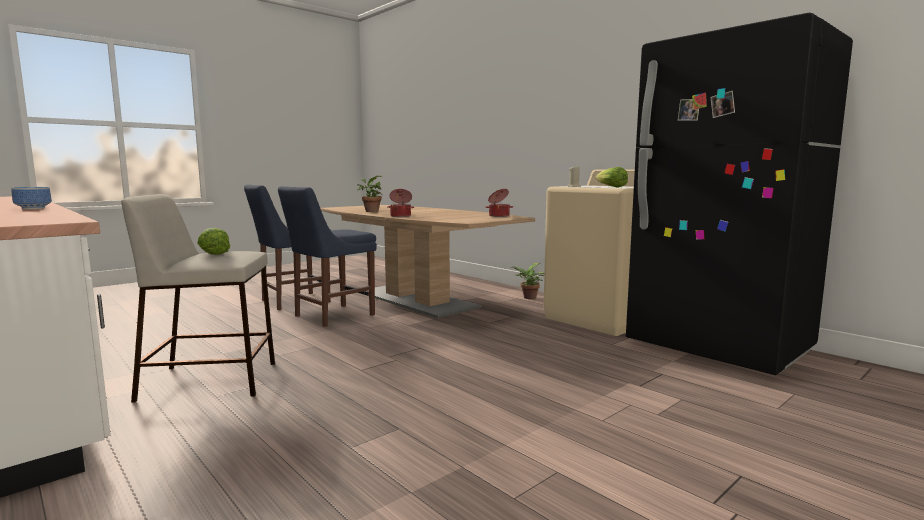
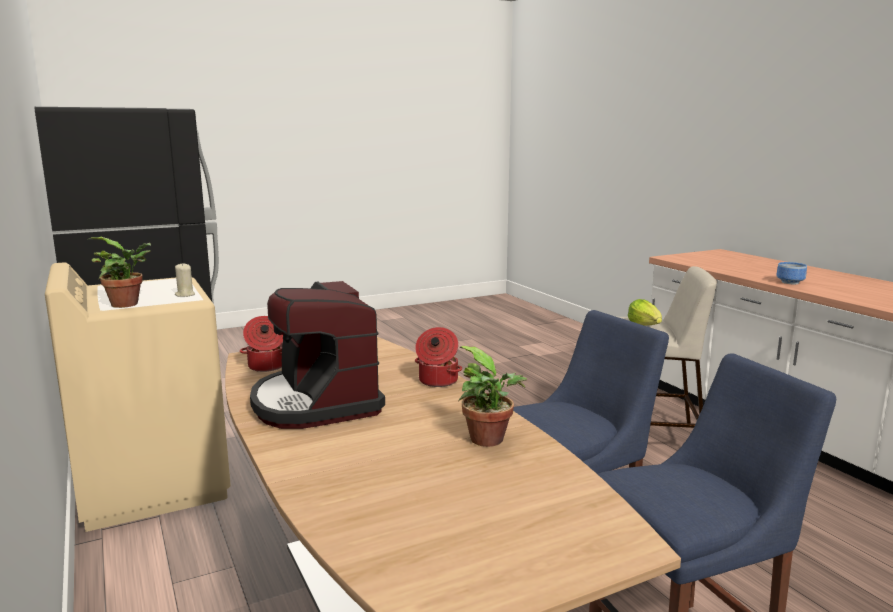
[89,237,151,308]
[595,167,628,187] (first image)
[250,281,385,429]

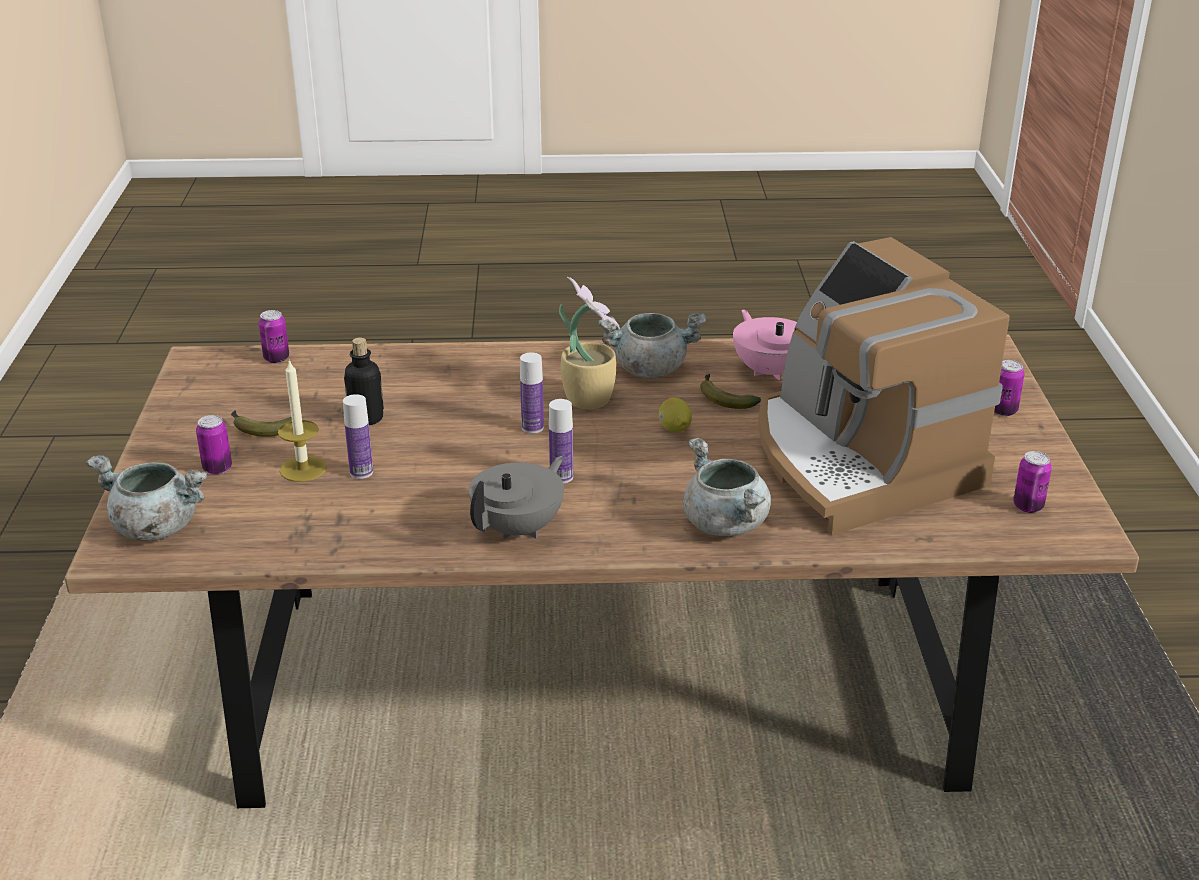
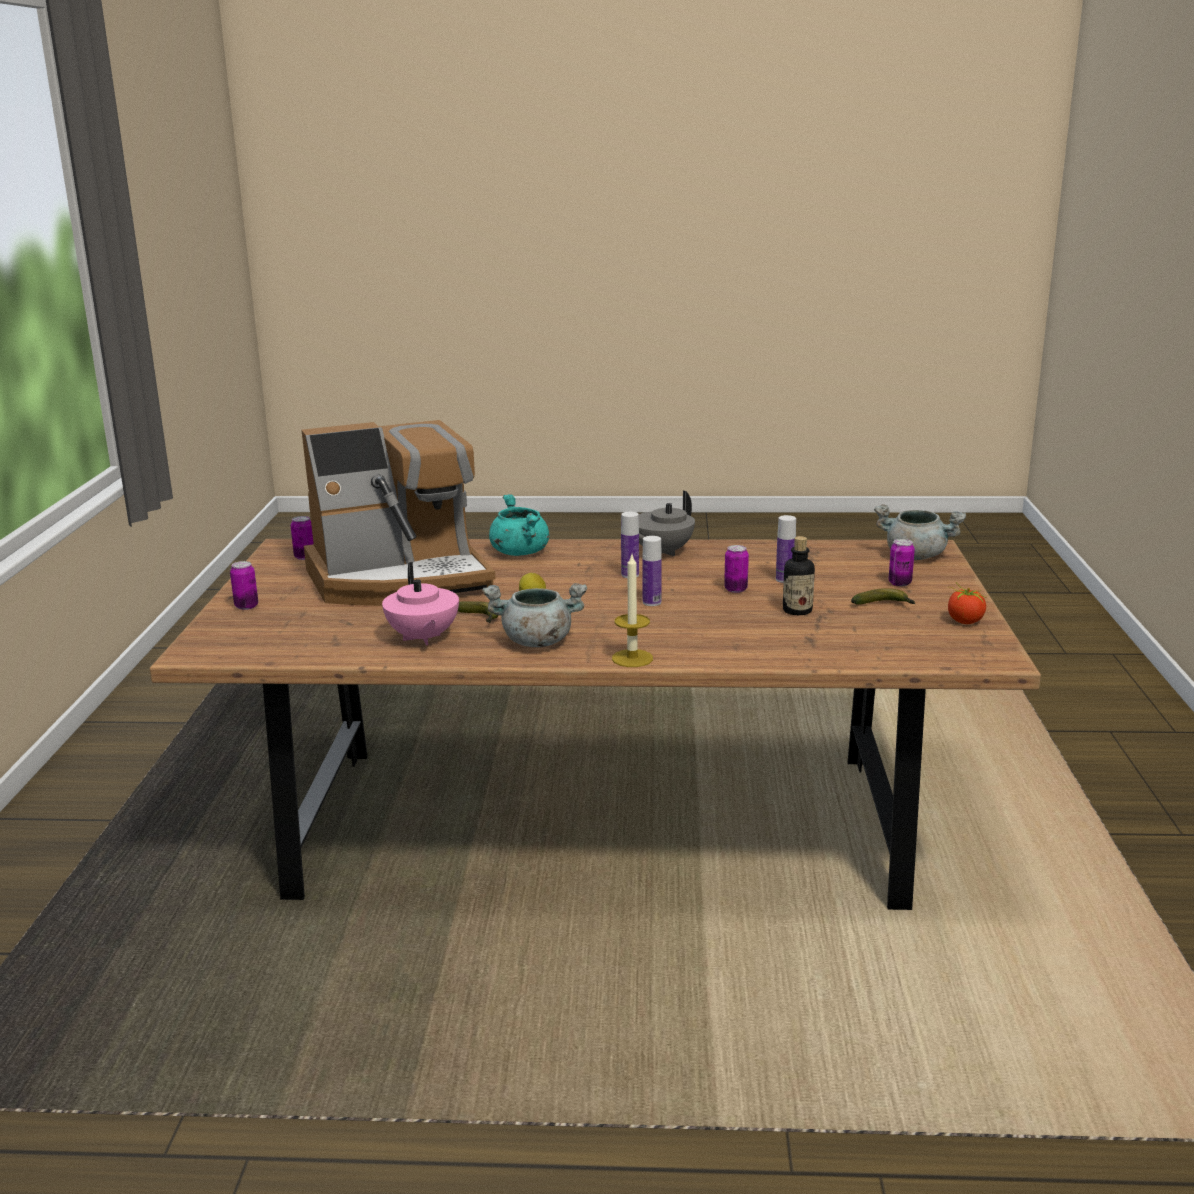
[724,545,749,593]
[612,555,653,667]
[559,277,620,410] (first image)
[489,494,549,556]
[301,420,495,606]
[948,582,988,624]

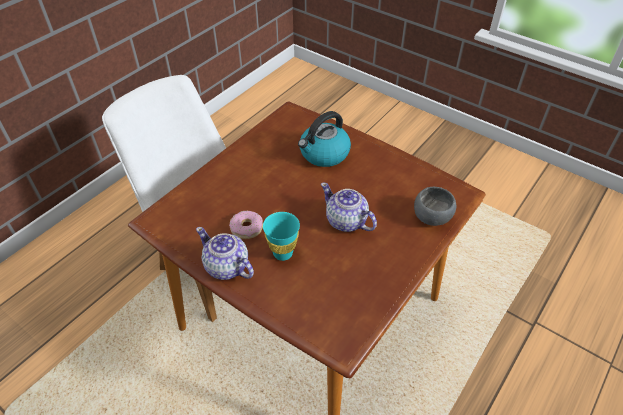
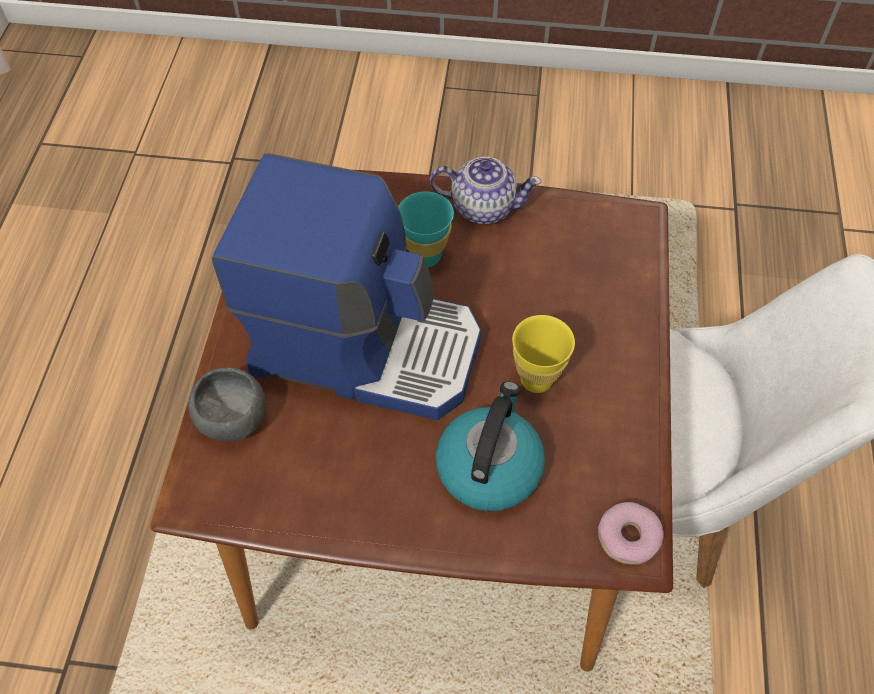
[598,502,664,565]
[212,153,481,420]
[512,315,575,393]

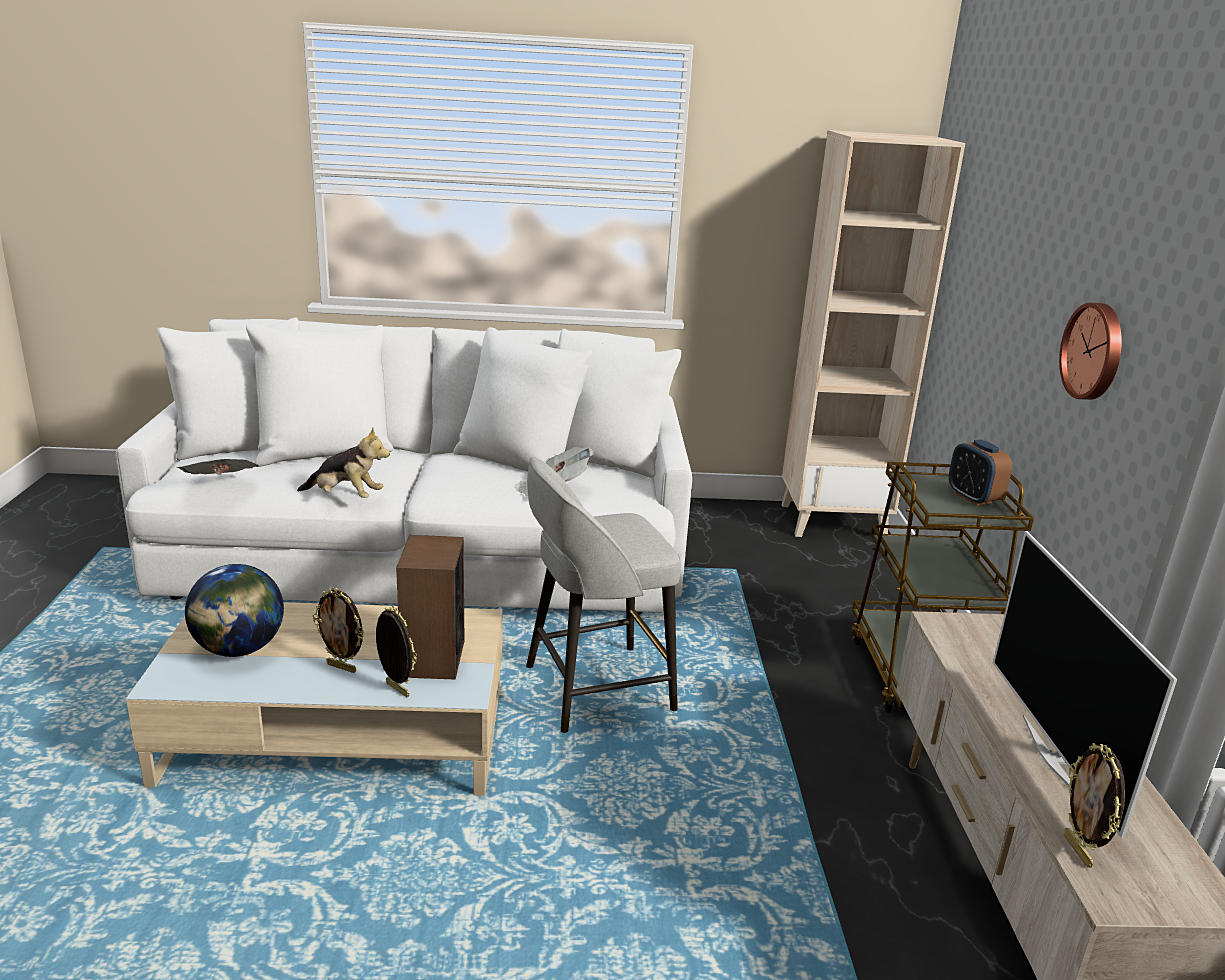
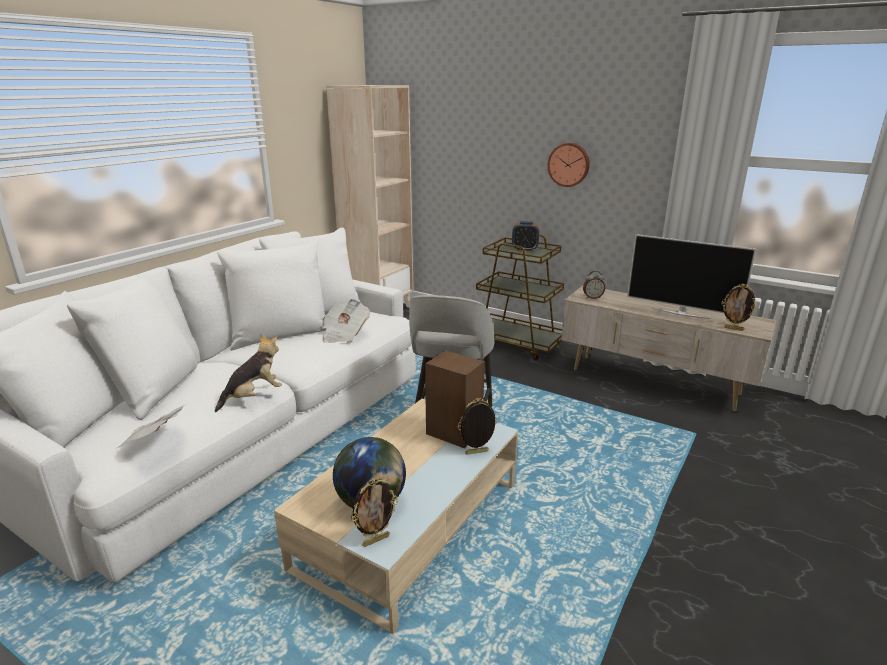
[351,478,398,547]
[583,271,605,299]

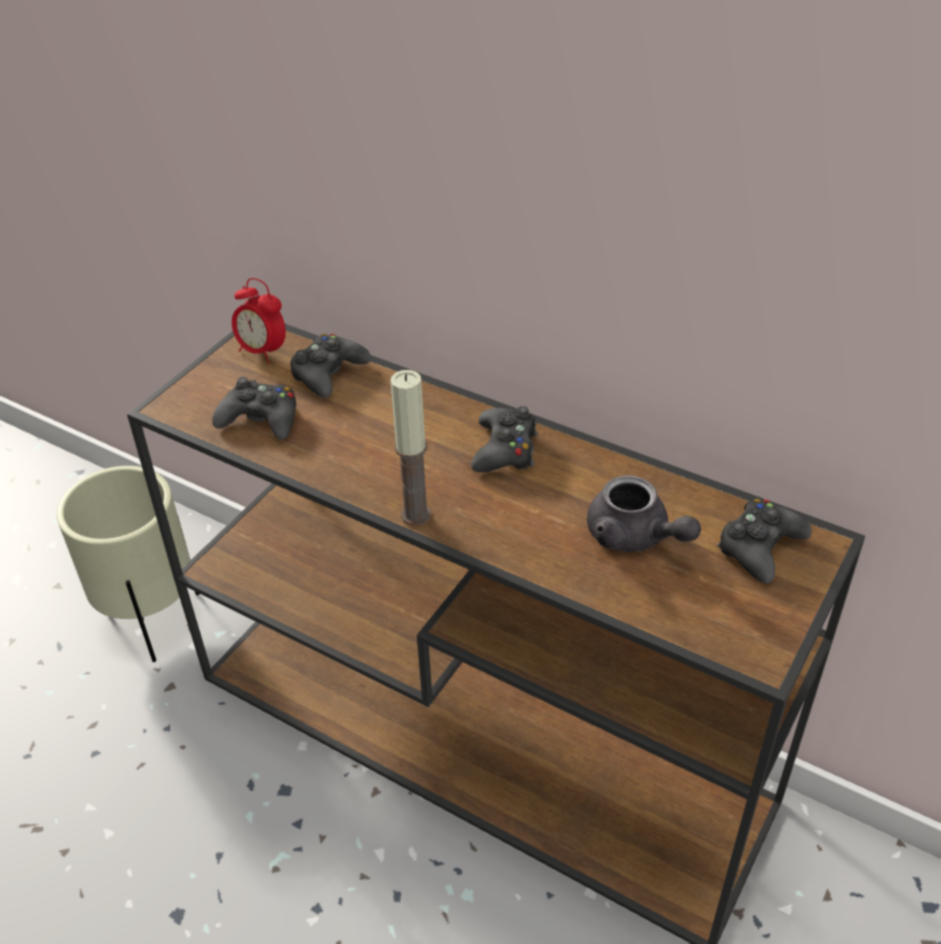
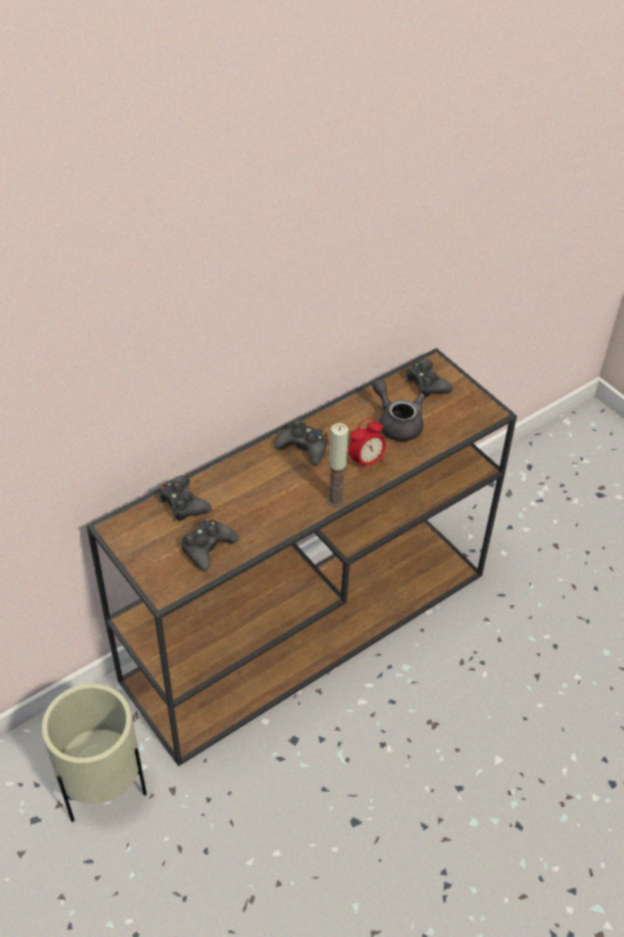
[349,418,386,472]
[373,379,425,441]

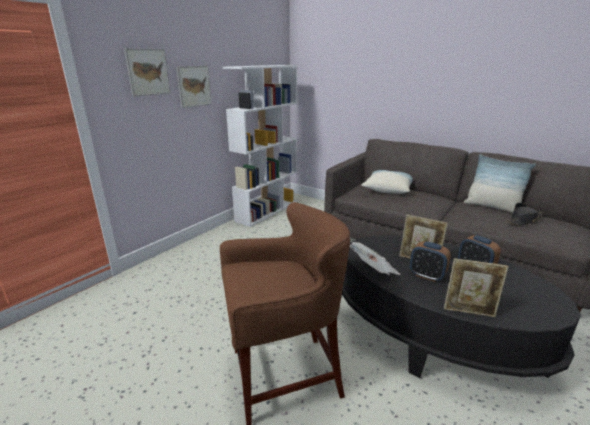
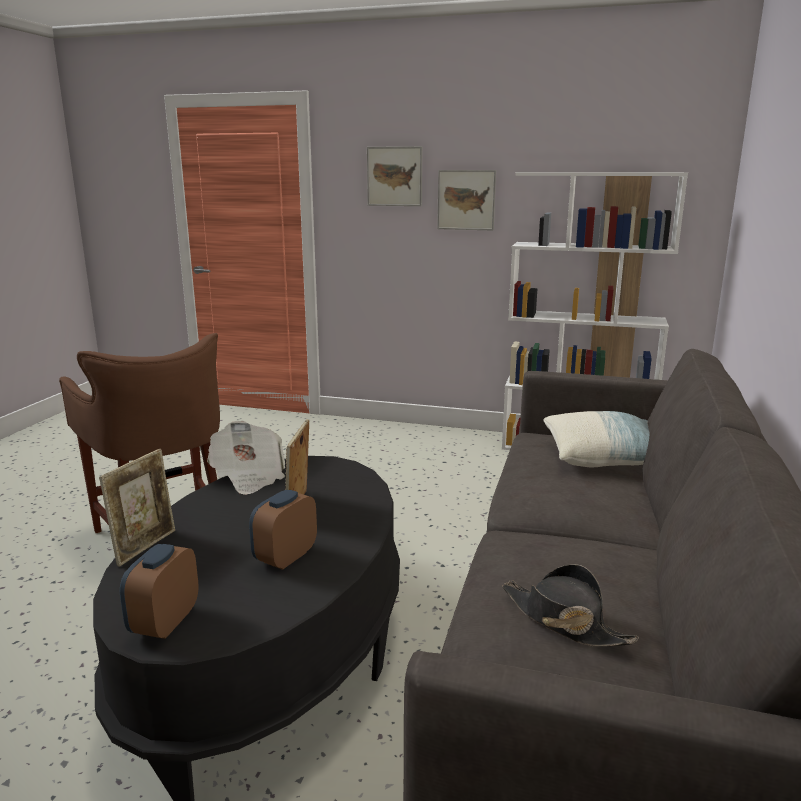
[120,544,199,639]
[99,449,175,567]
[464,154,536,213] (first image)

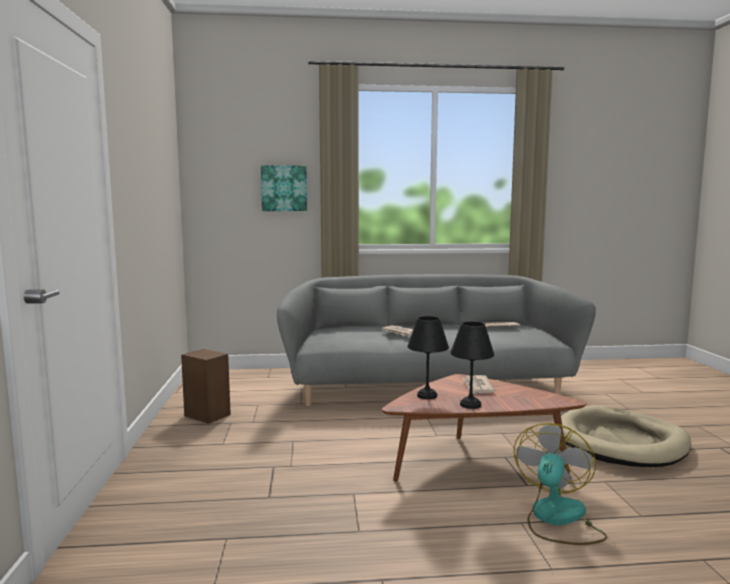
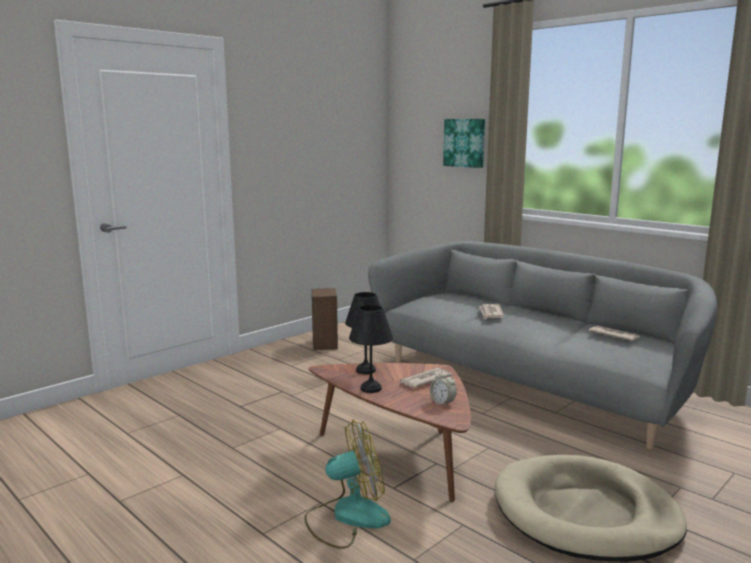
[430,370,457,406]

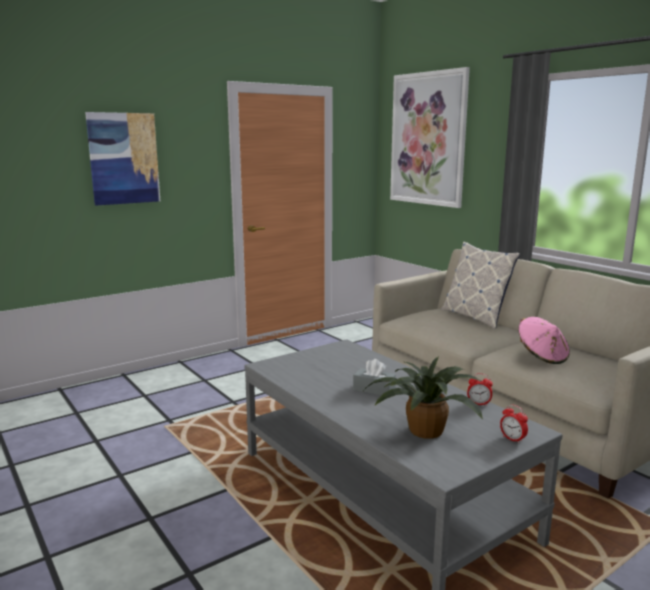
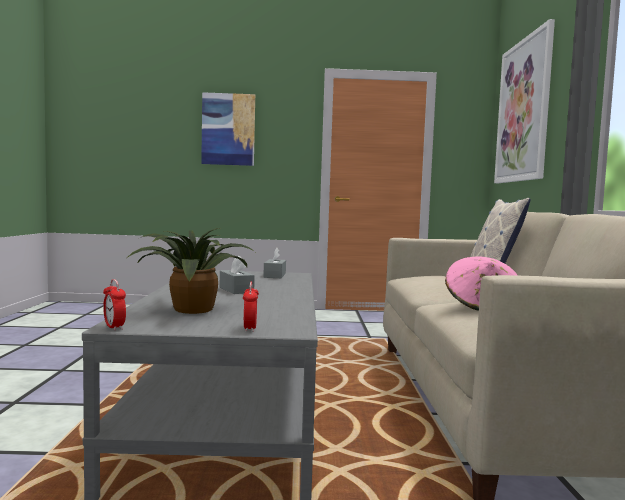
[103,279,126,331]
[263,248,286,278]

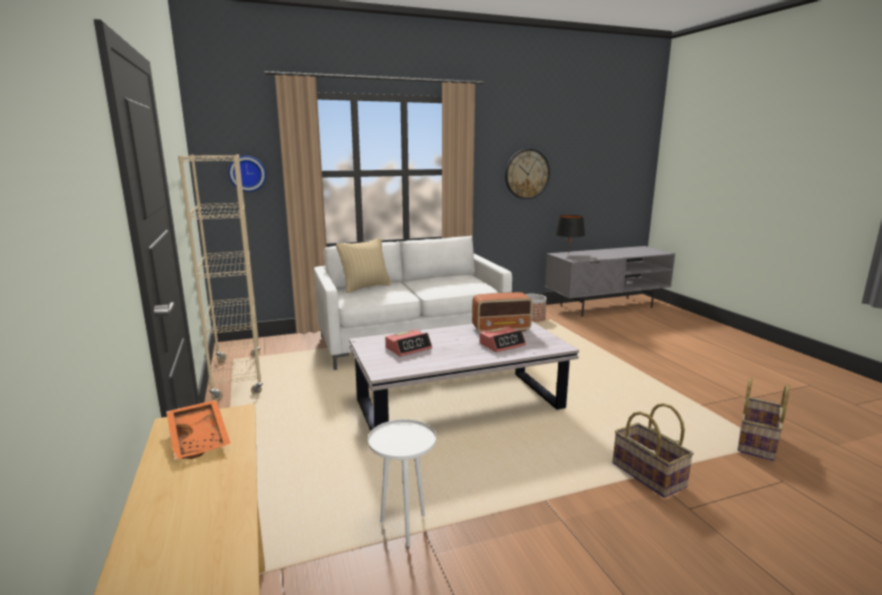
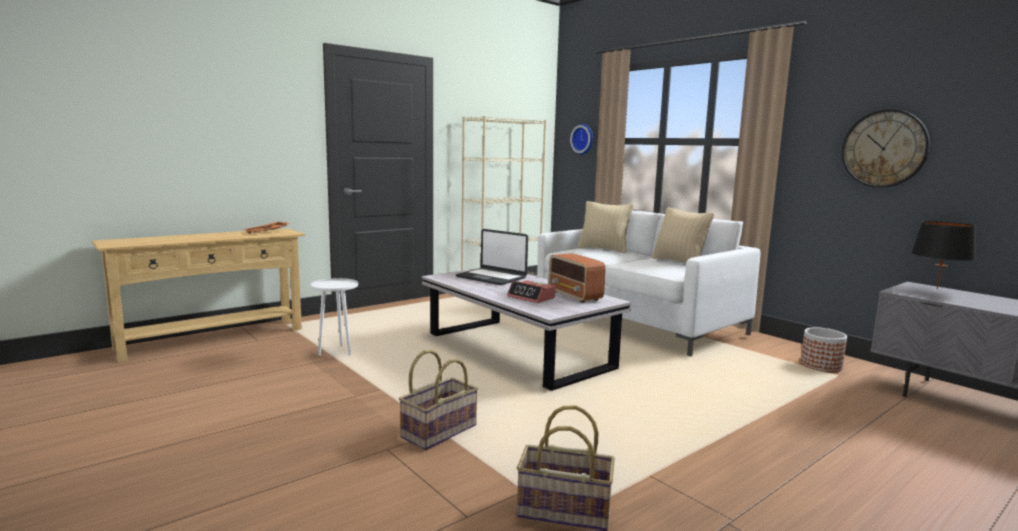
[456,229,528,285]
[652,207,714,263]

